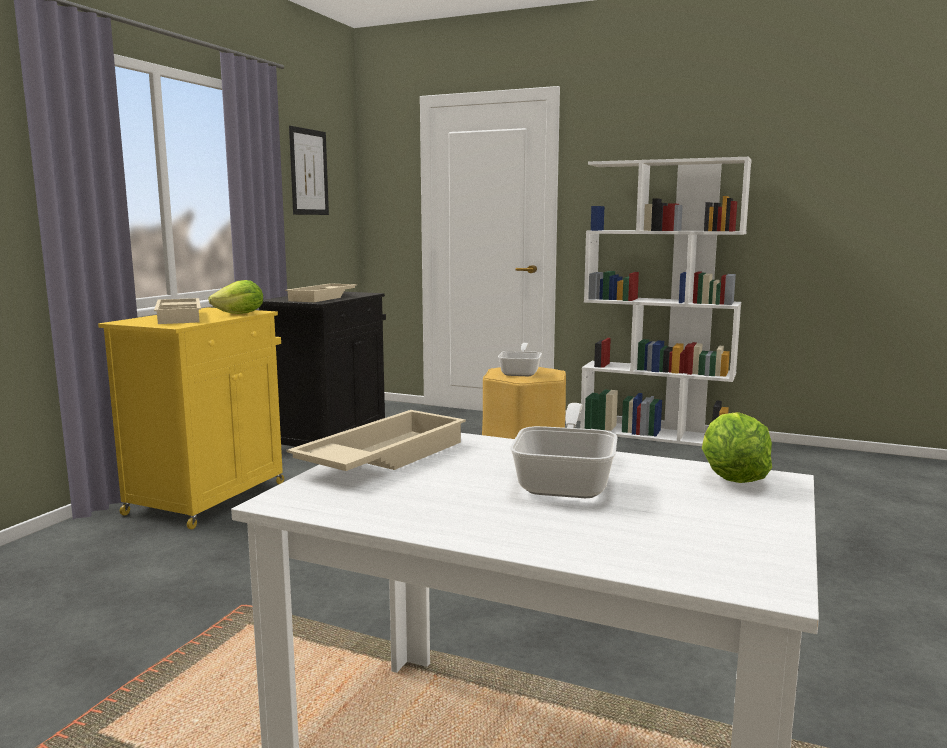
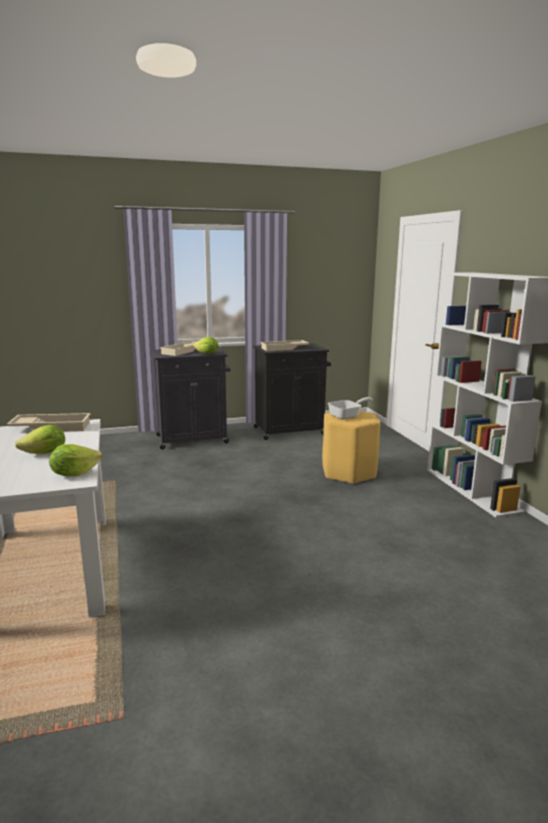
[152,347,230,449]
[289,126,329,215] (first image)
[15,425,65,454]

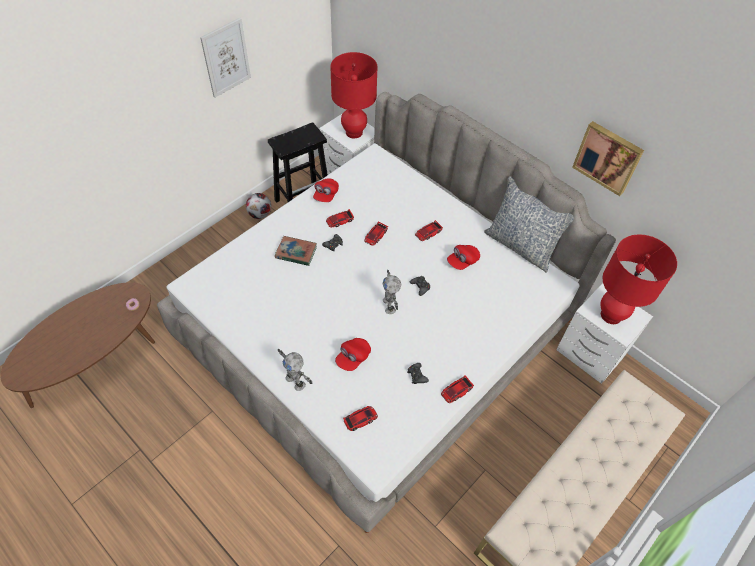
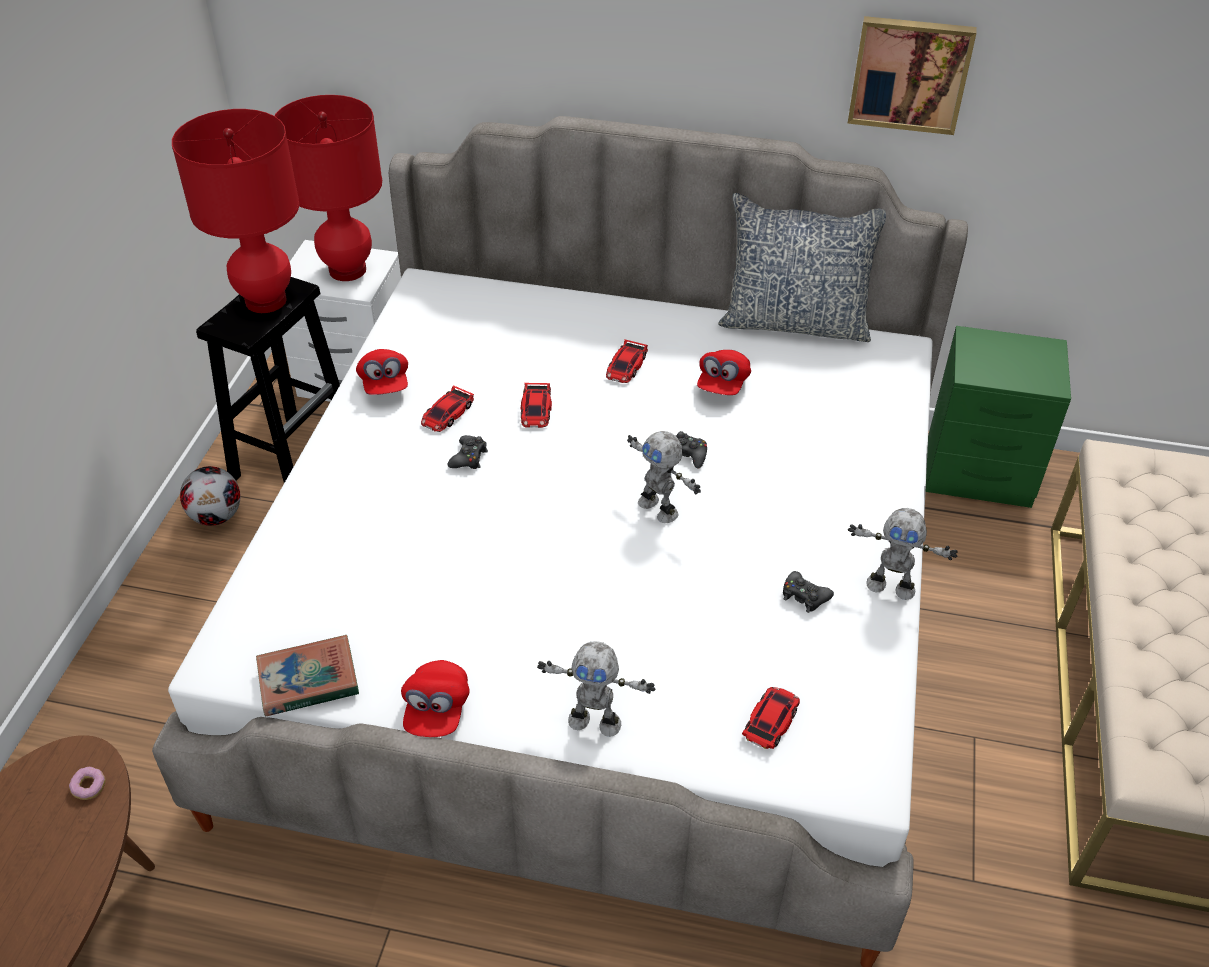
[200,18,251,98] (first image)
[256,635,359,716]
[401,660,470,737]
[848,508,958,600]
[926,326,1071,508]
[172,109,300,313]

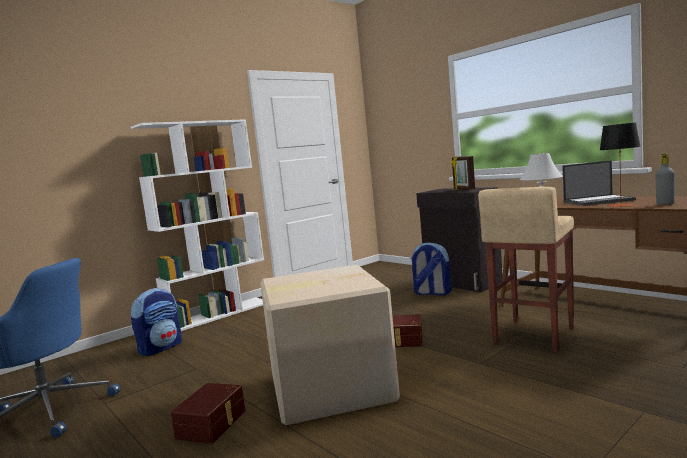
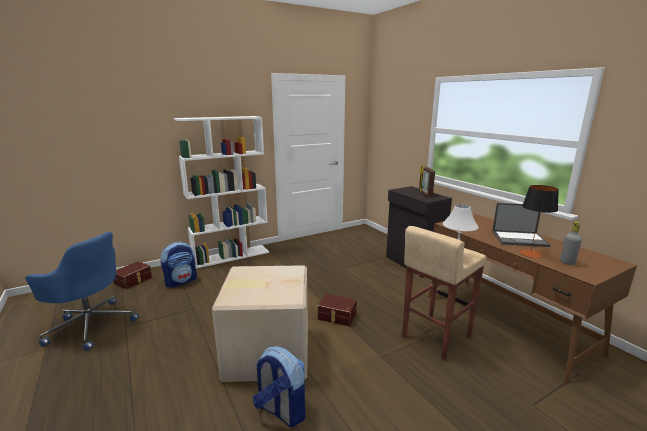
[113,261,152,289]
[252,346,306,427]

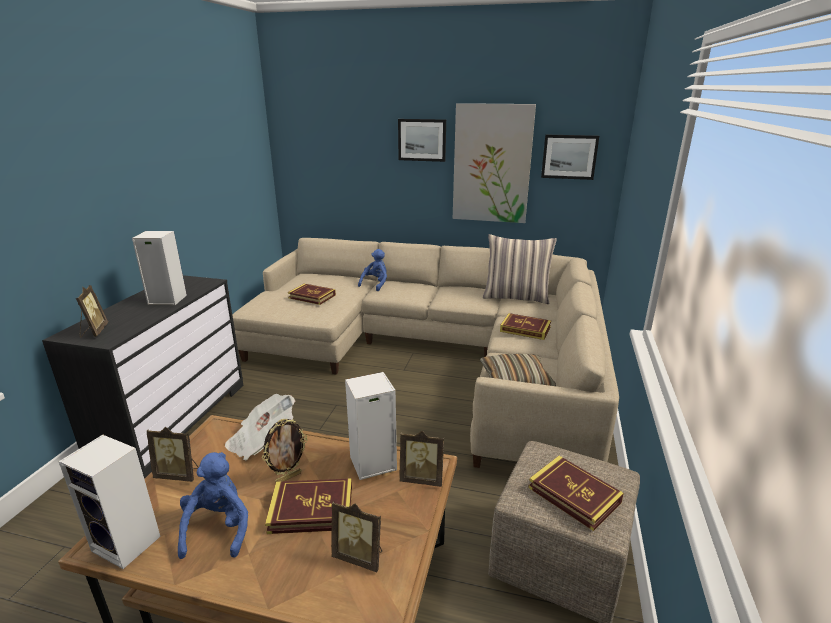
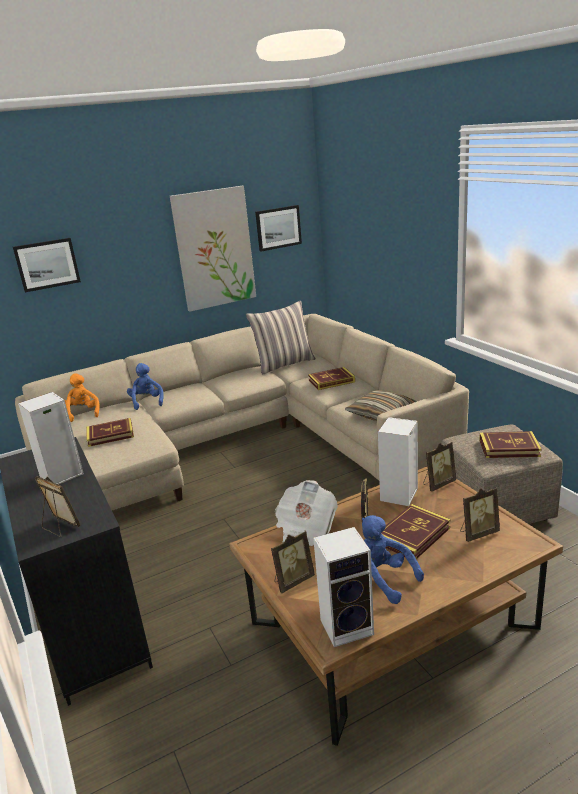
[13,238,81,292]
[65,373,100,422]

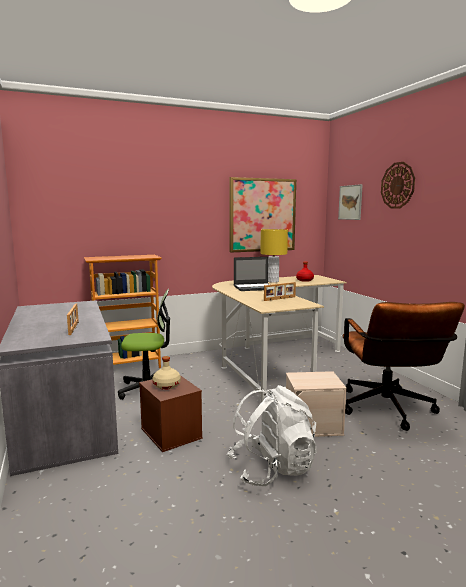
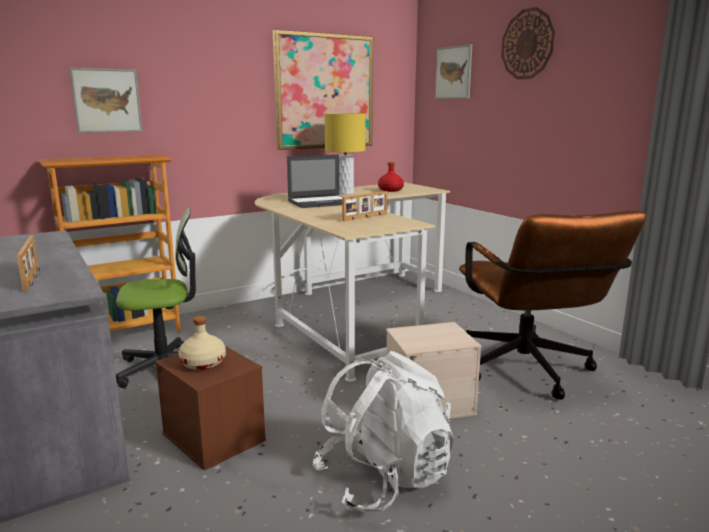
[69,68,142,133]

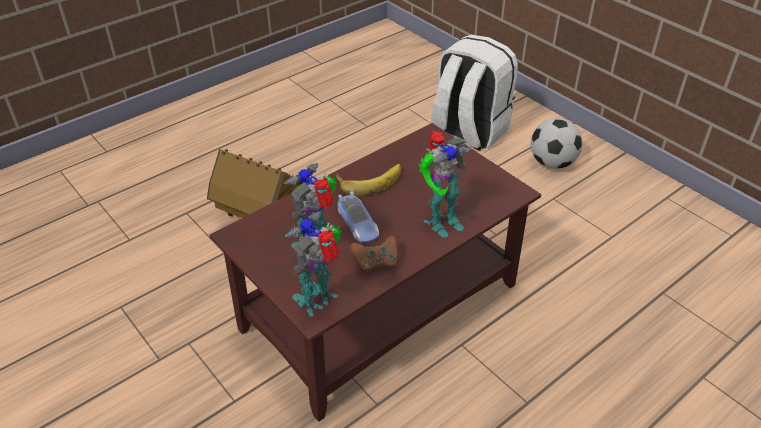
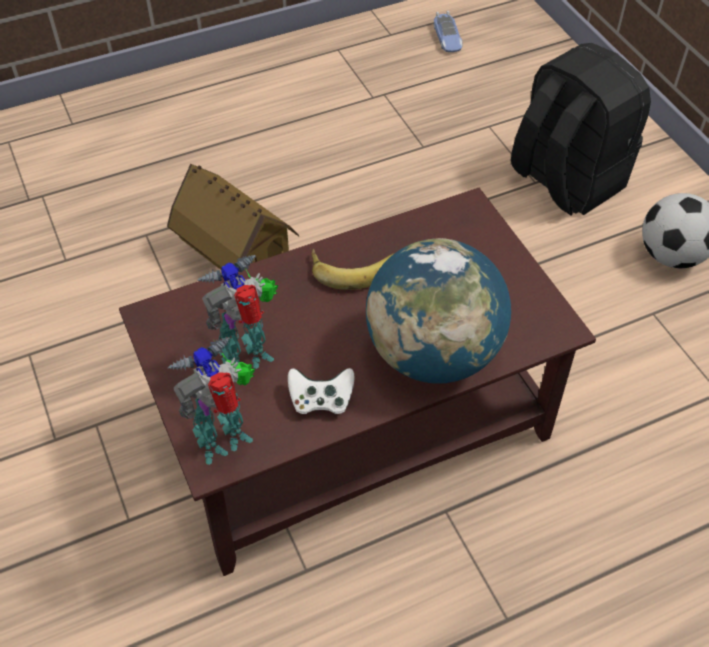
[434,11,463,52]
[288,368,354,414]
[366,238,511,384]
[511,43,651,216]

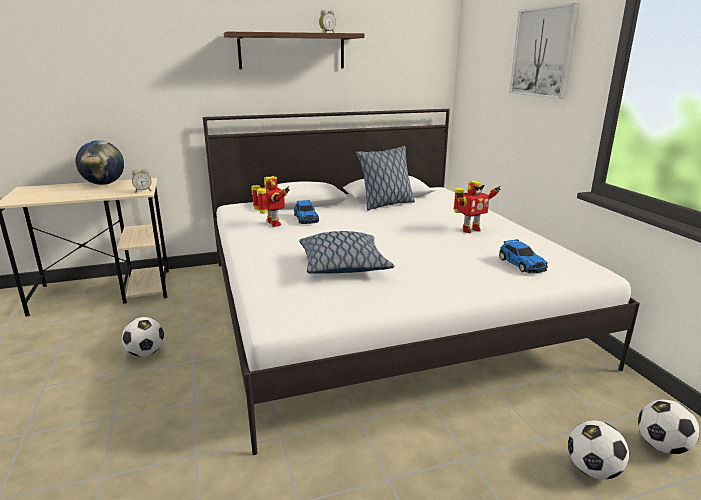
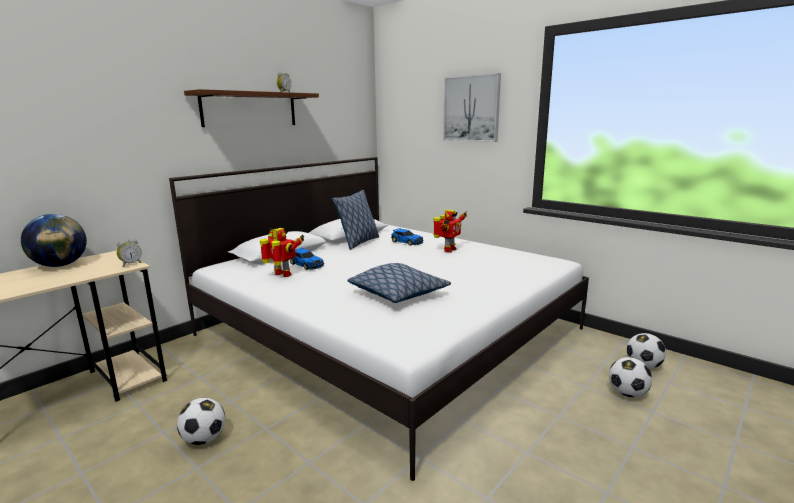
[391,228,423,246]

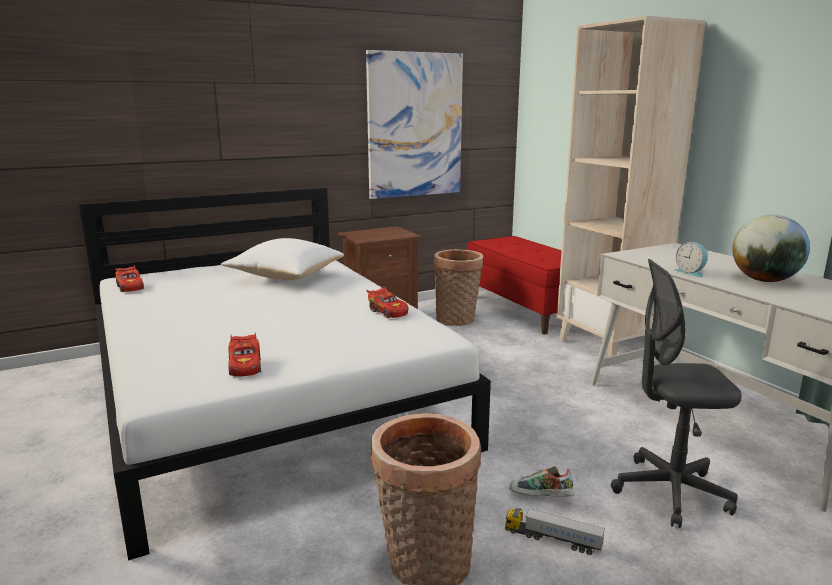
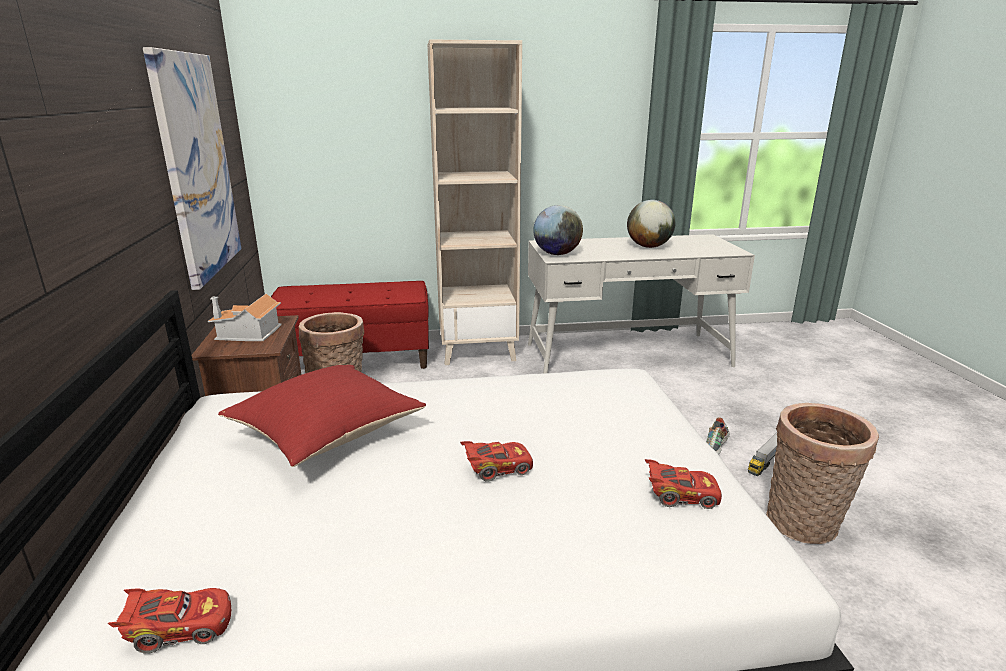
[218,365,426,467]
[460,441,533,482]
[611,259,742,528] (first image)
[675,242,708,277] (first image)
[208,294,282,341]
[533,205,583,255]

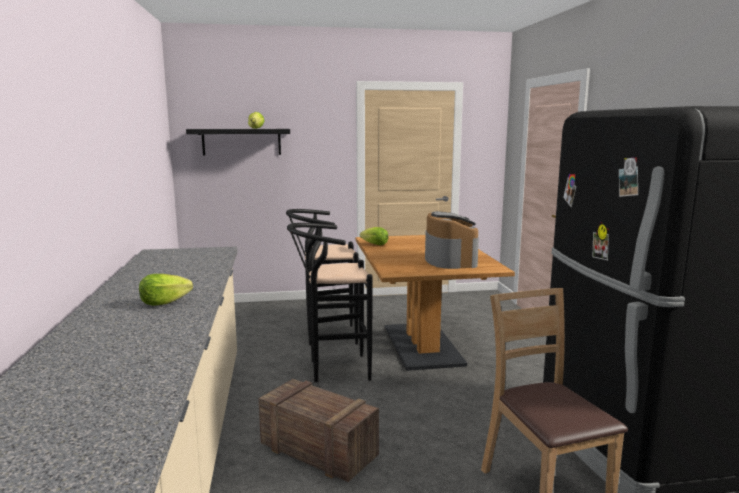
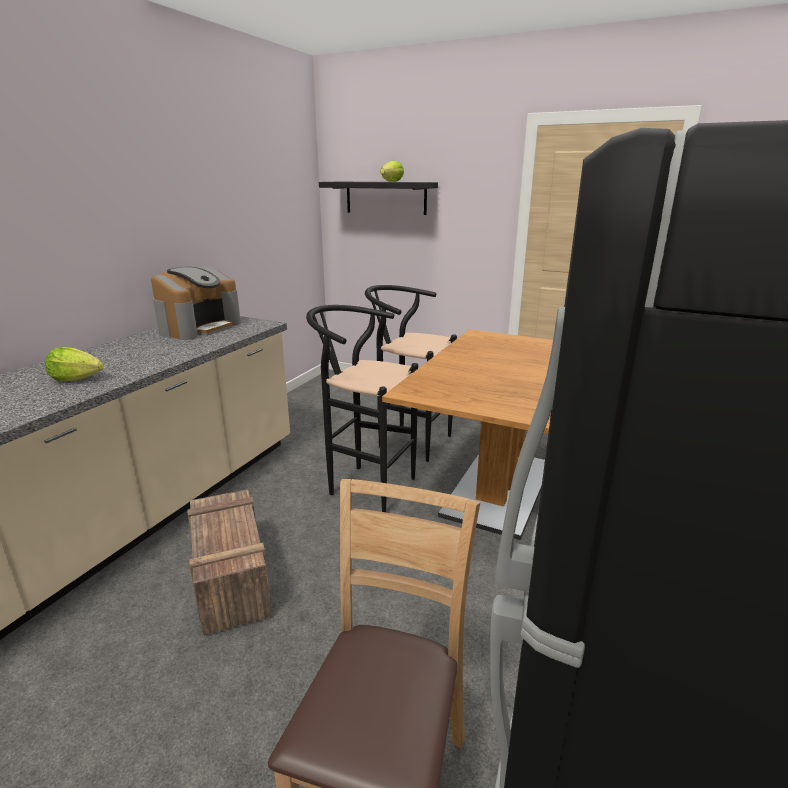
[360,227,388,245] (first image)
[151,267,241,340]

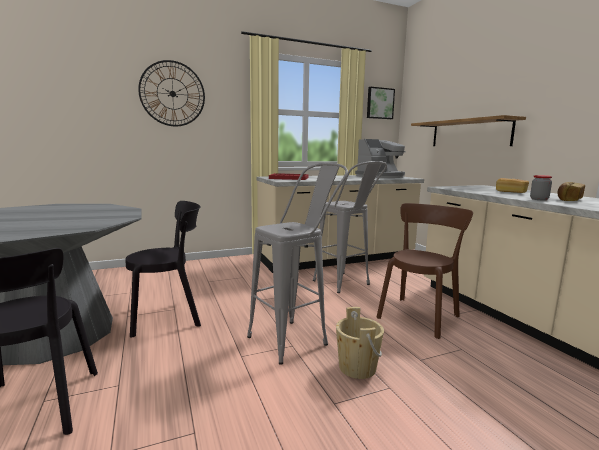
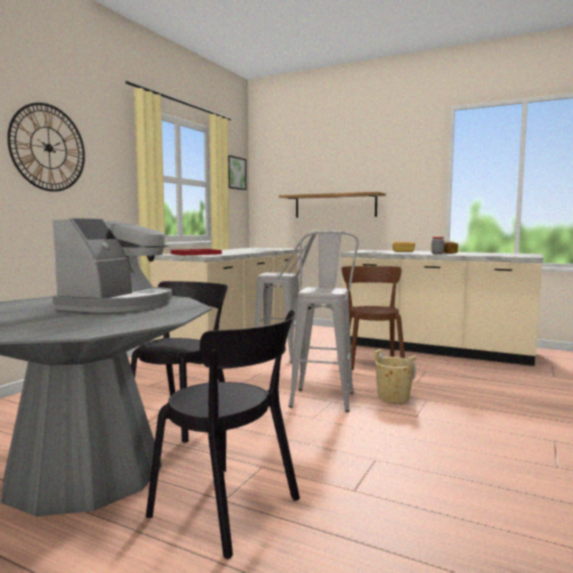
[52,218,172,313]

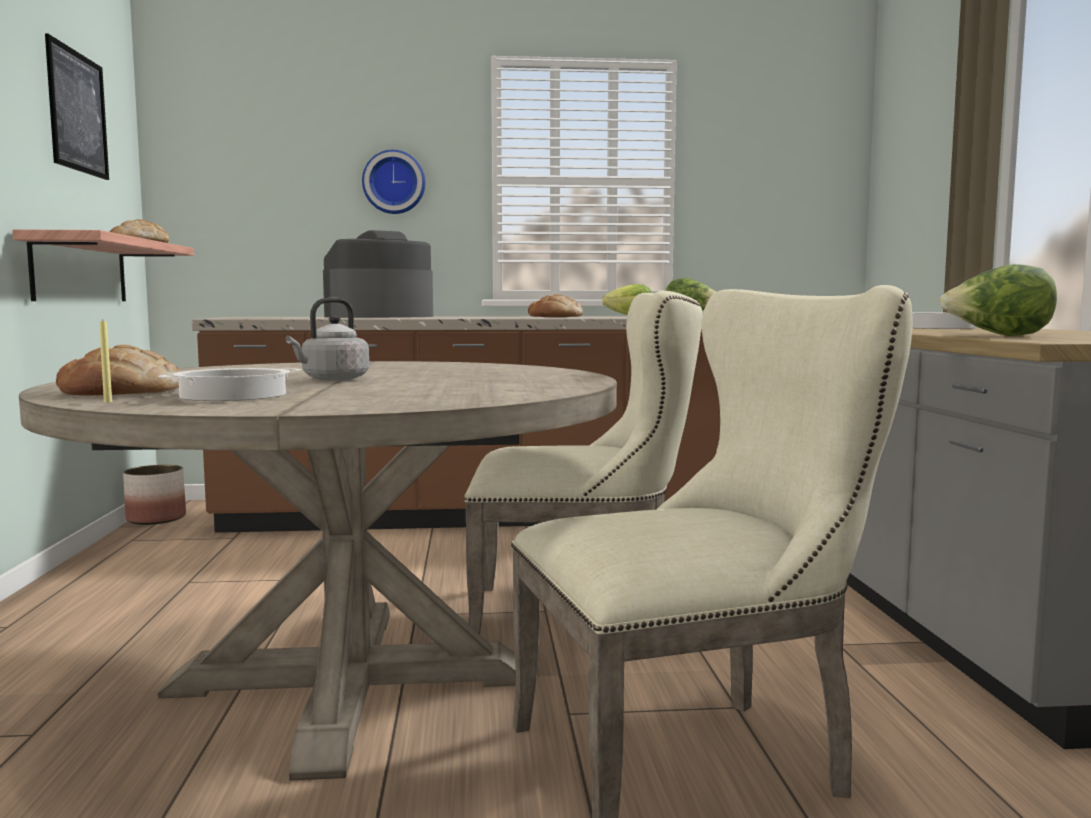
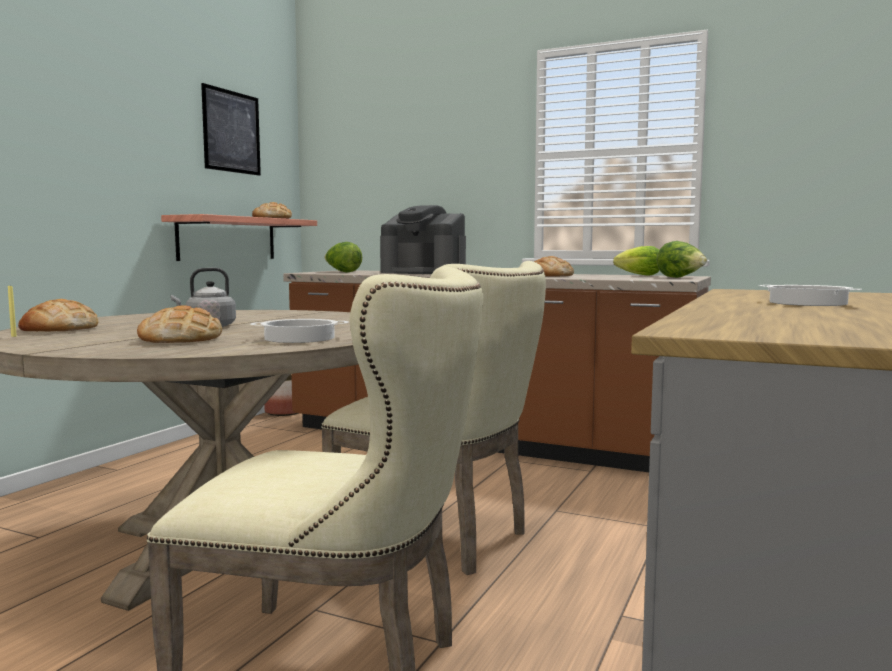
[250,319,349,343]
[380,205,466,274]
[362,150,425,214] (first image)
[324,242,362,272]
[137,306,222,343]

